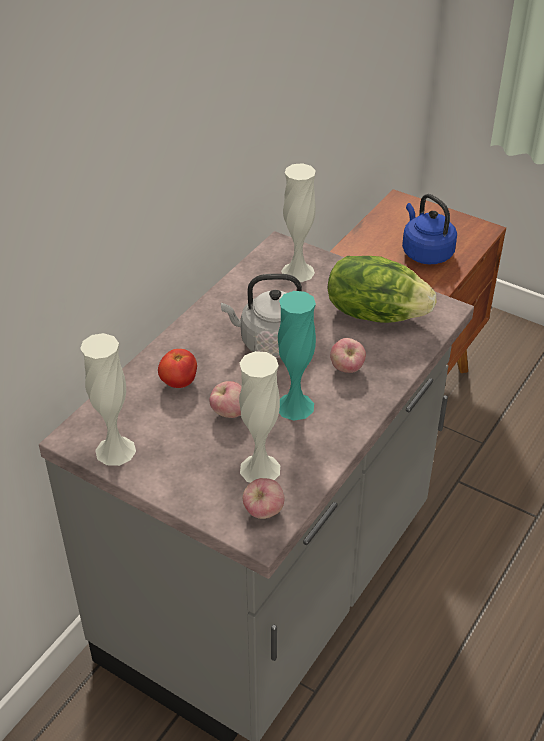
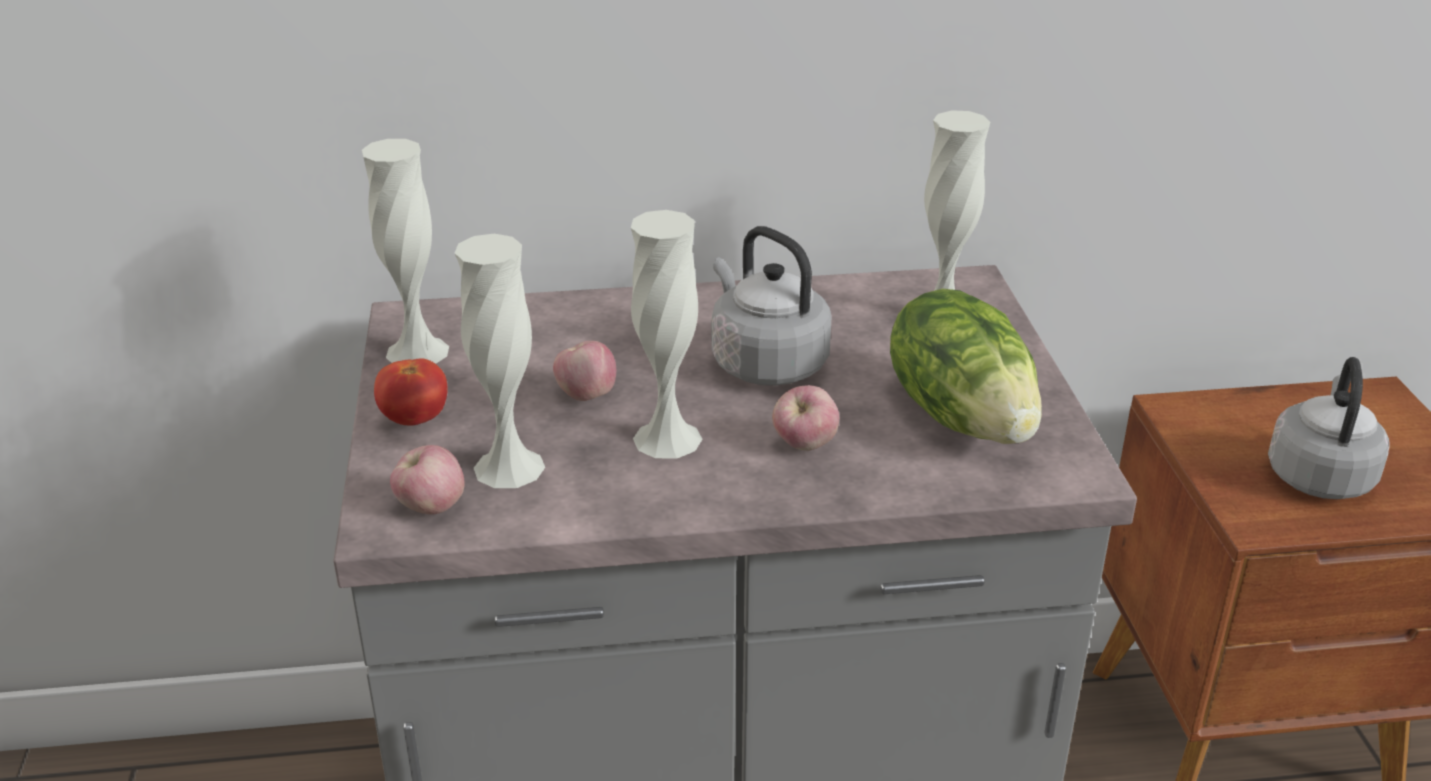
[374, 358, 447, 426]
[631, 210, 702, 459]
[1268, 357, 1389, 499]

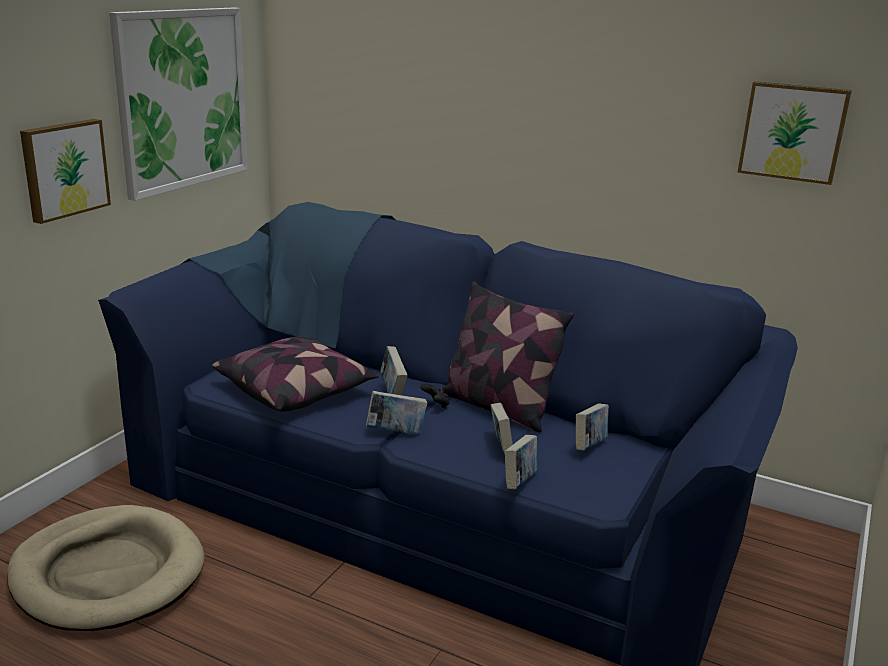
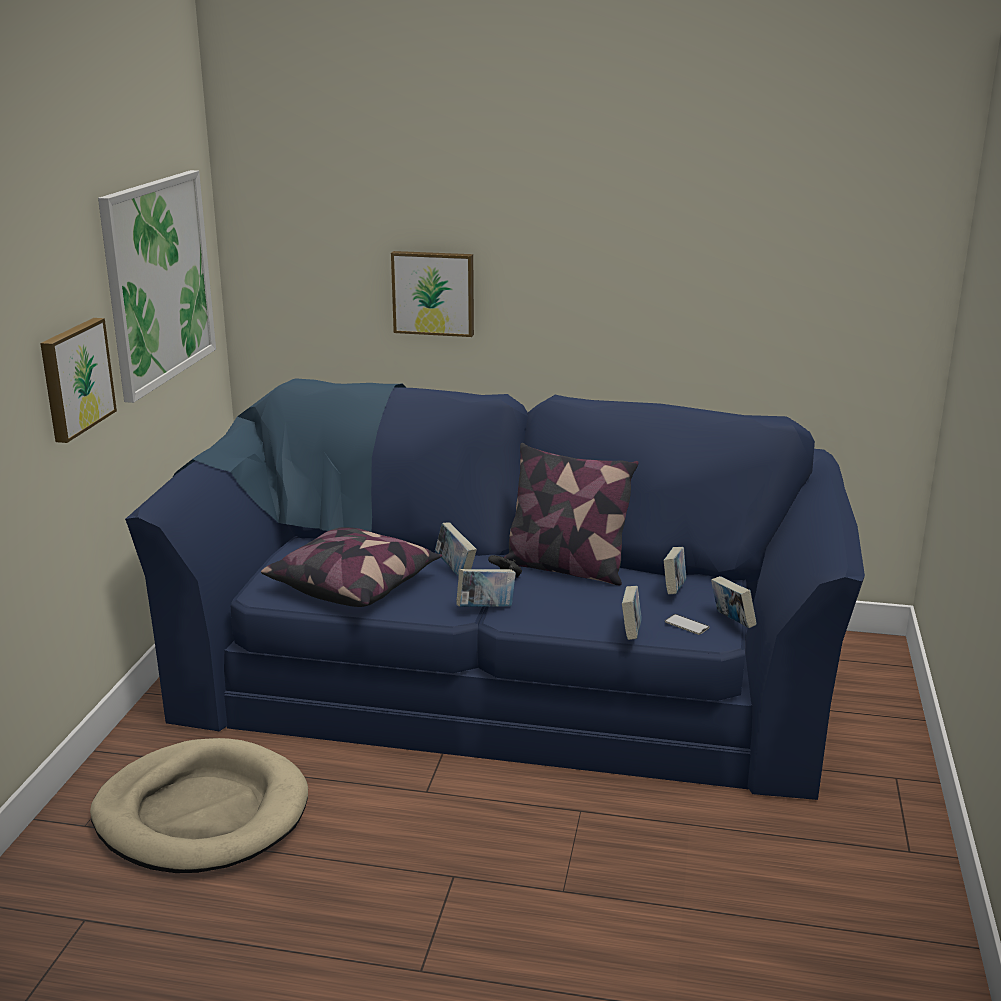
[391, 251, 474, 337]
[665, 614, 710, 635]
[711, 576, 757, 628]

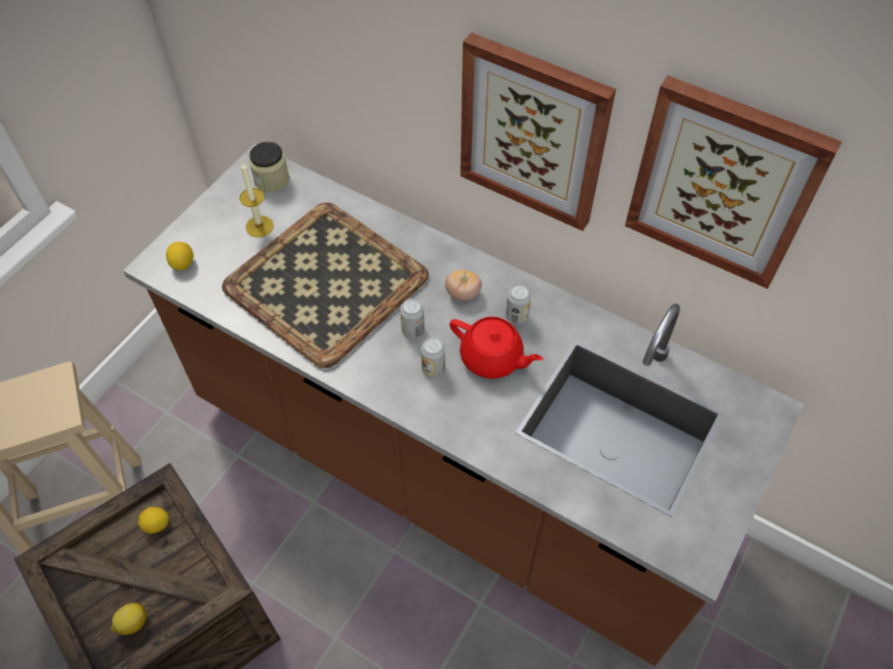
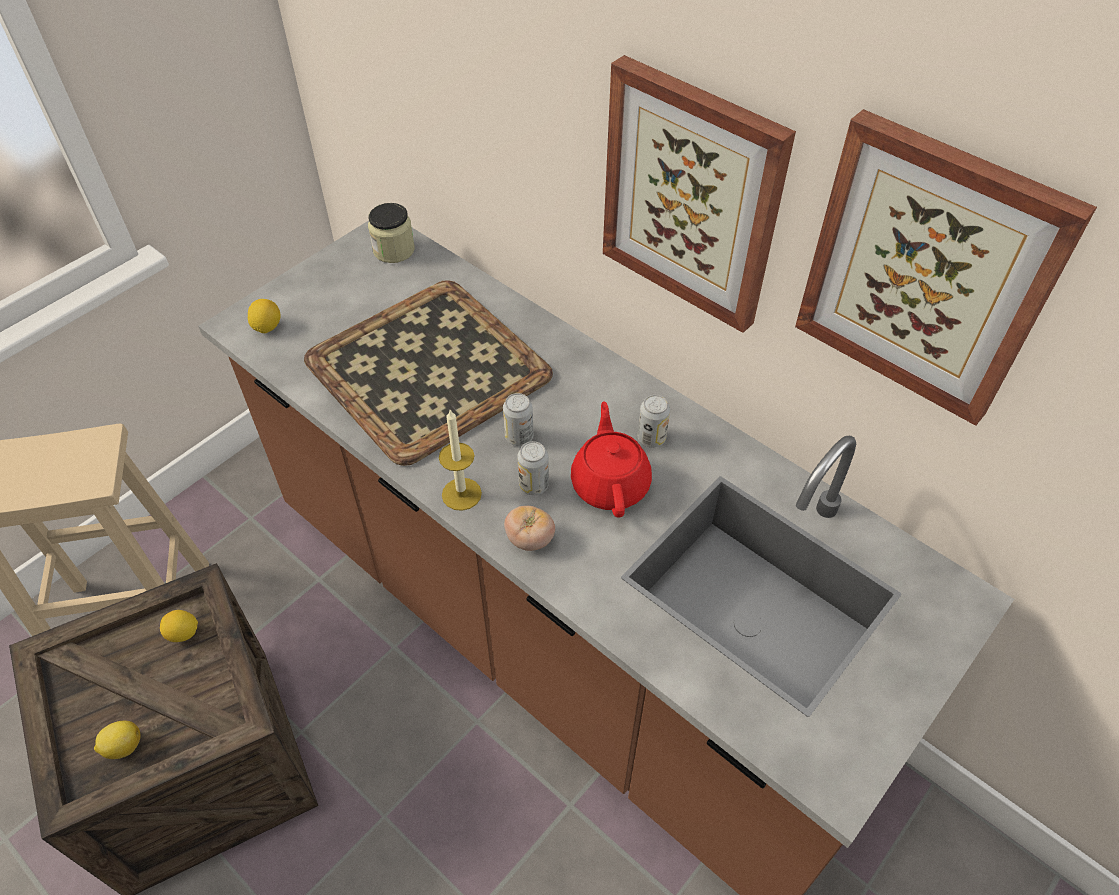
[439, 410, 482, 511]
[504, 506, 555, 551]
[571, 402, 652, 518]

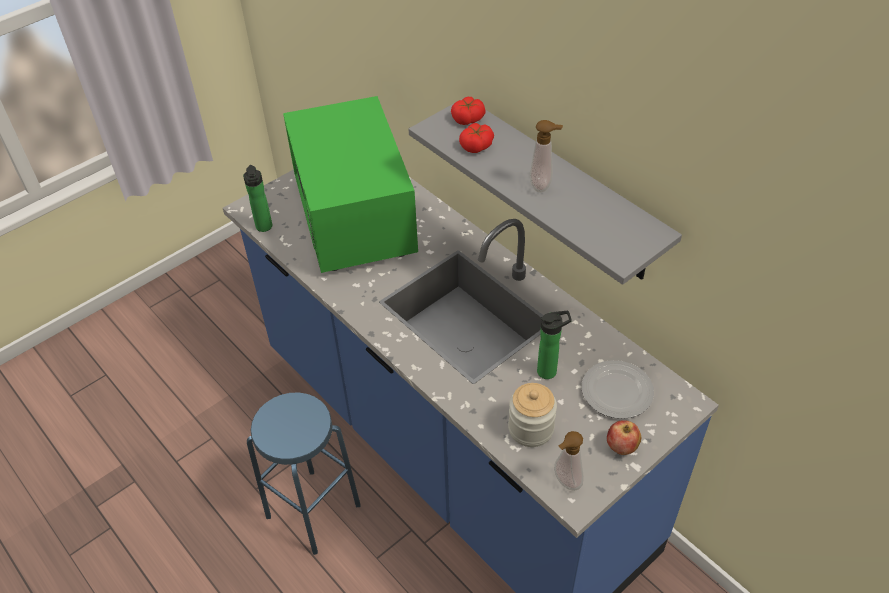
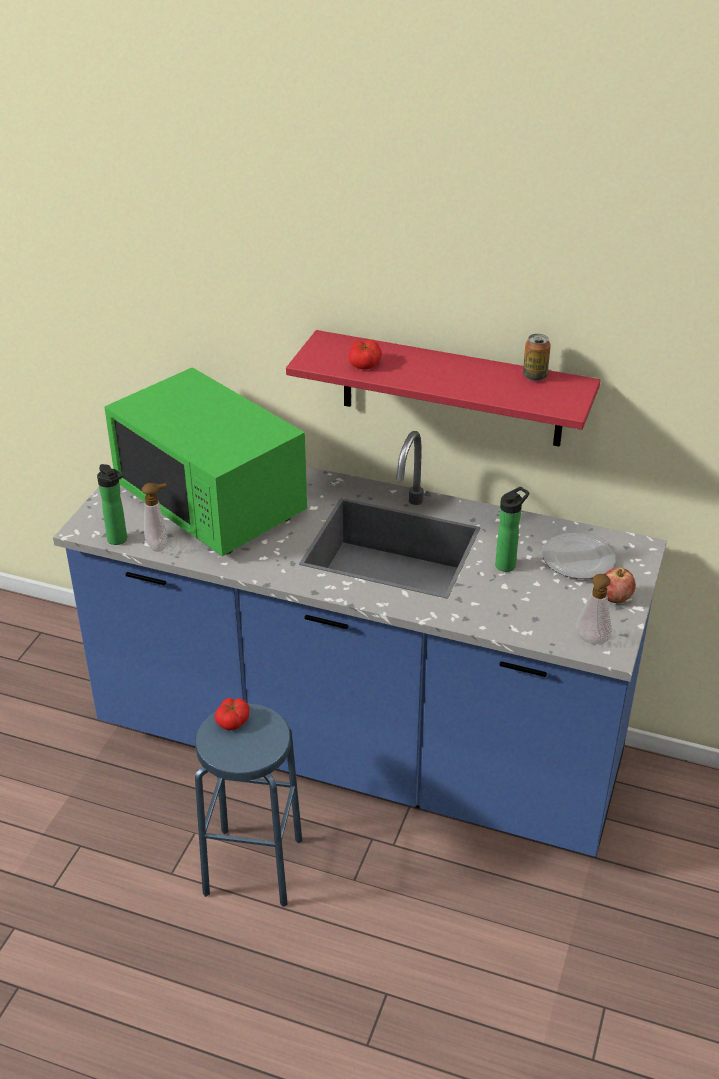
[142, 483, 168, 552]
[215, 698, 250, 730]
[286, 330, 601, 447]
[523, 334, 551, 381]
[508, 383, 557, 447] (first image)

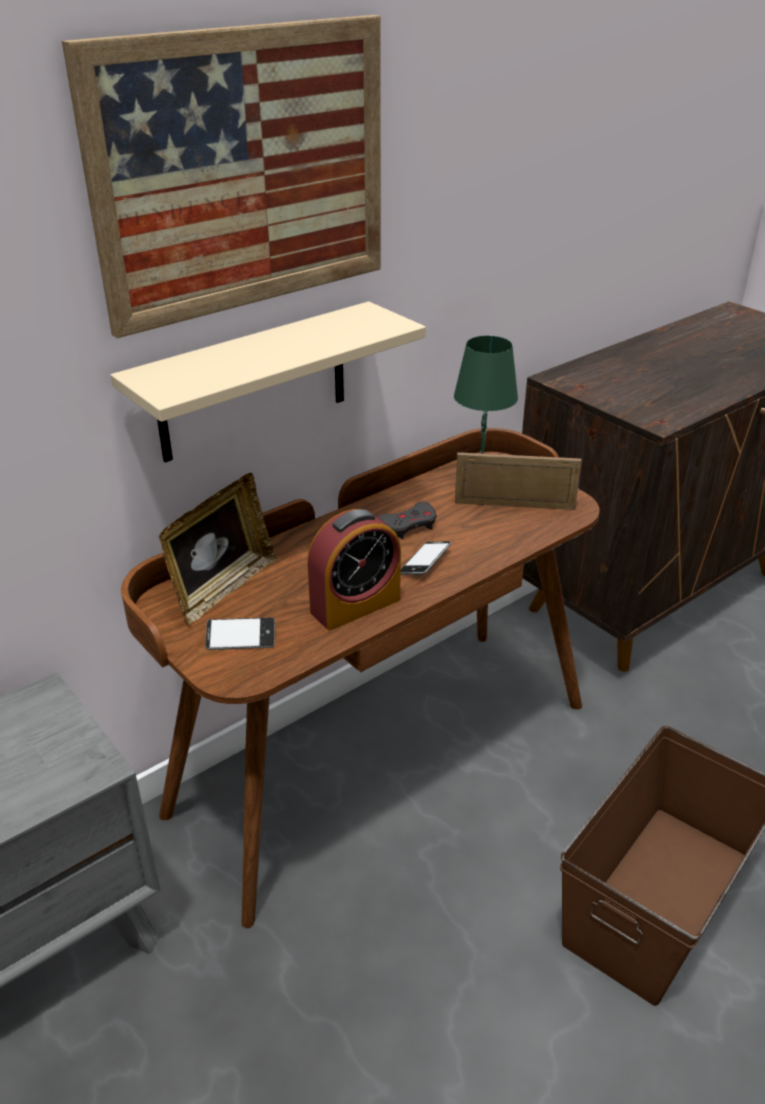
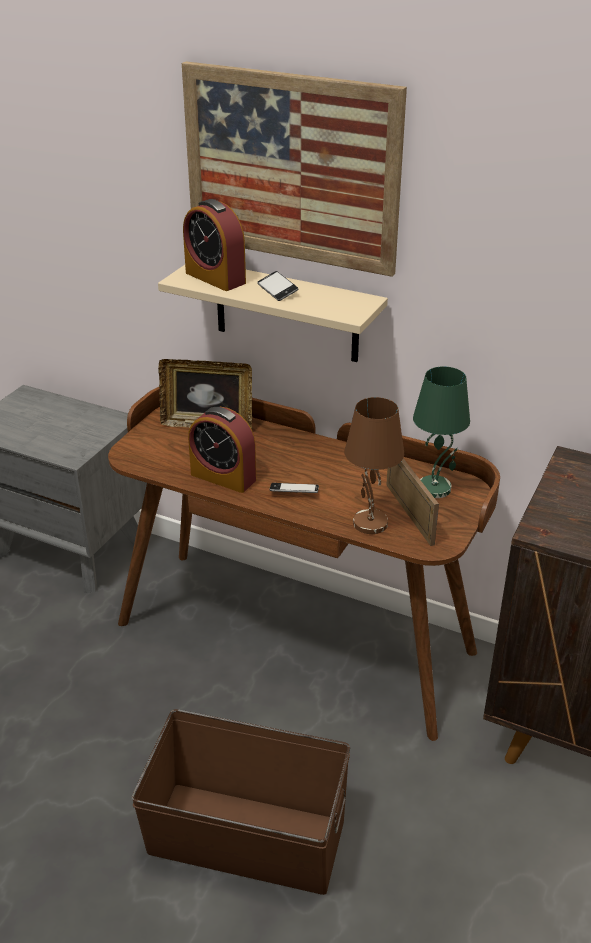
[183, 199, 246, 291]
[257, 271, 298, 301]
[344, 397, 404, 534]
[376, 502, 437, 539] (first image)

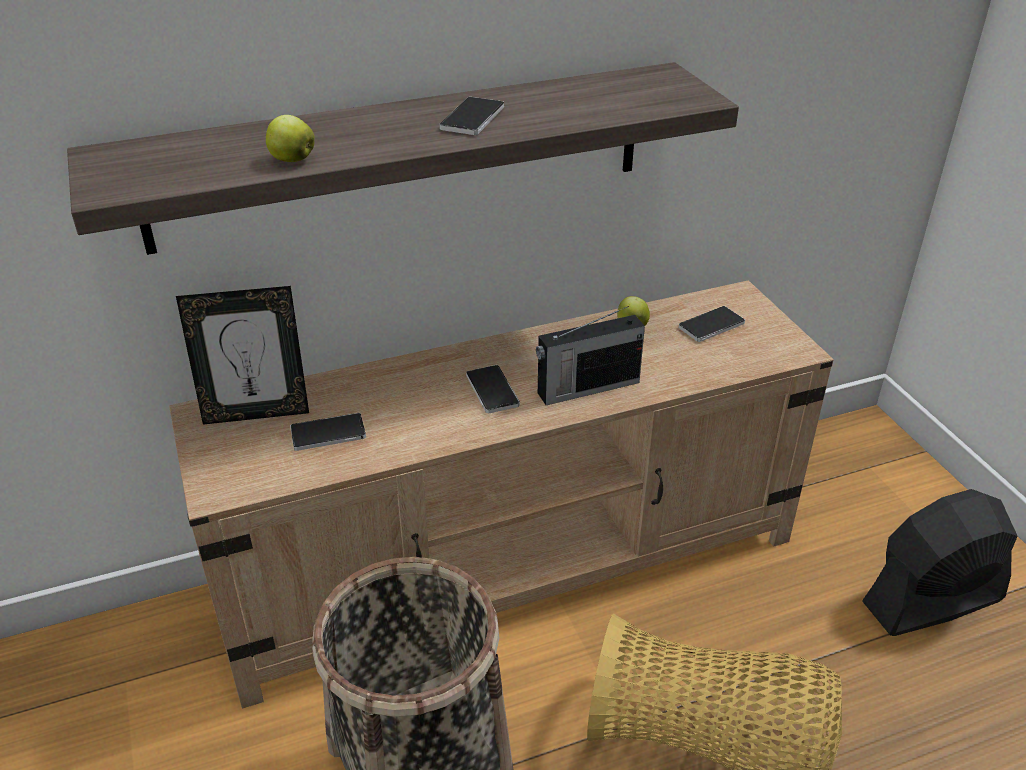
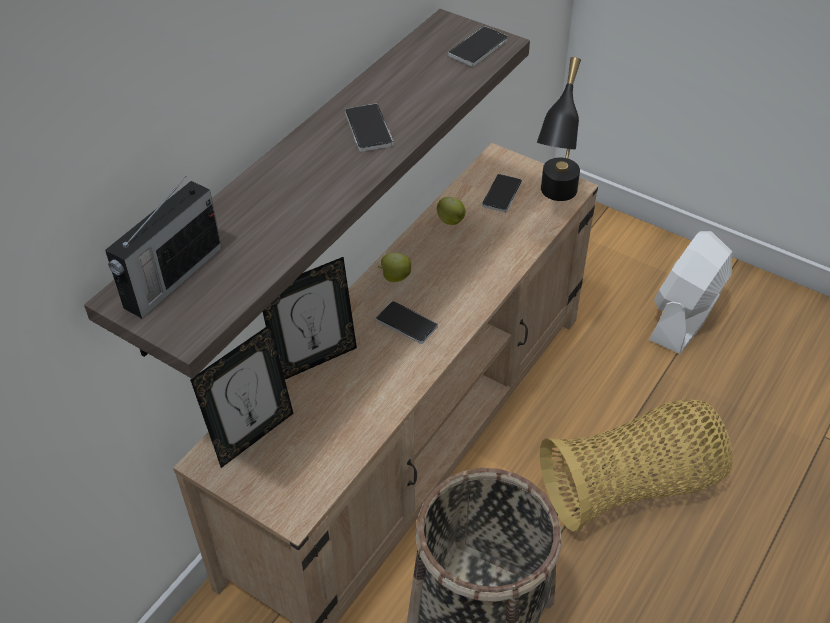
[105, 176, 222, 318]
[263, 257, 357, 379]
[378, 253, 411, 282]
[448, 26, 508, 67]
[537, 57, 581, 201]
[649, 231, 732, 354]

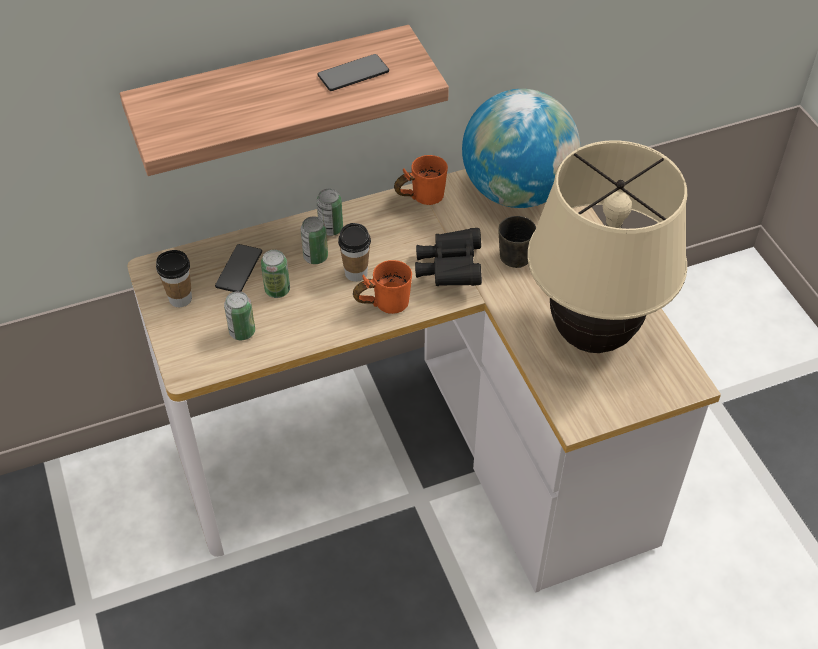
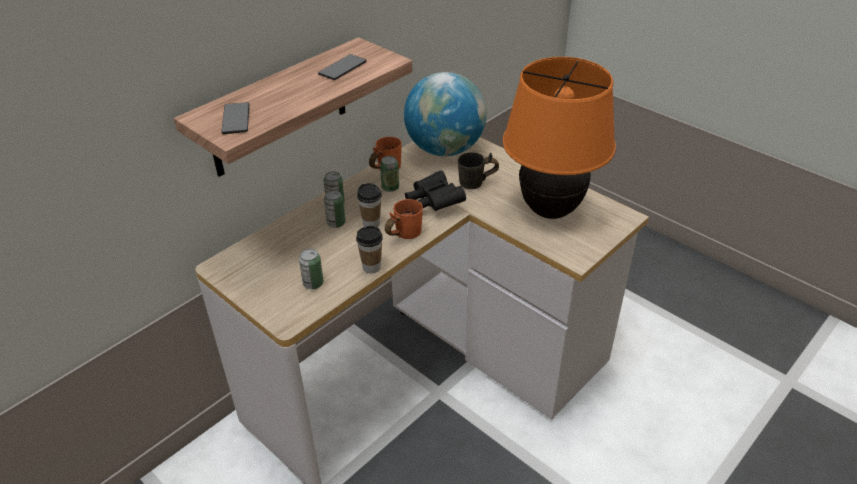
[221, 102, 249, 134]
[356, 226, 383, 273]
[380, 156, 399, 192]
[503, 57, 616, 219]

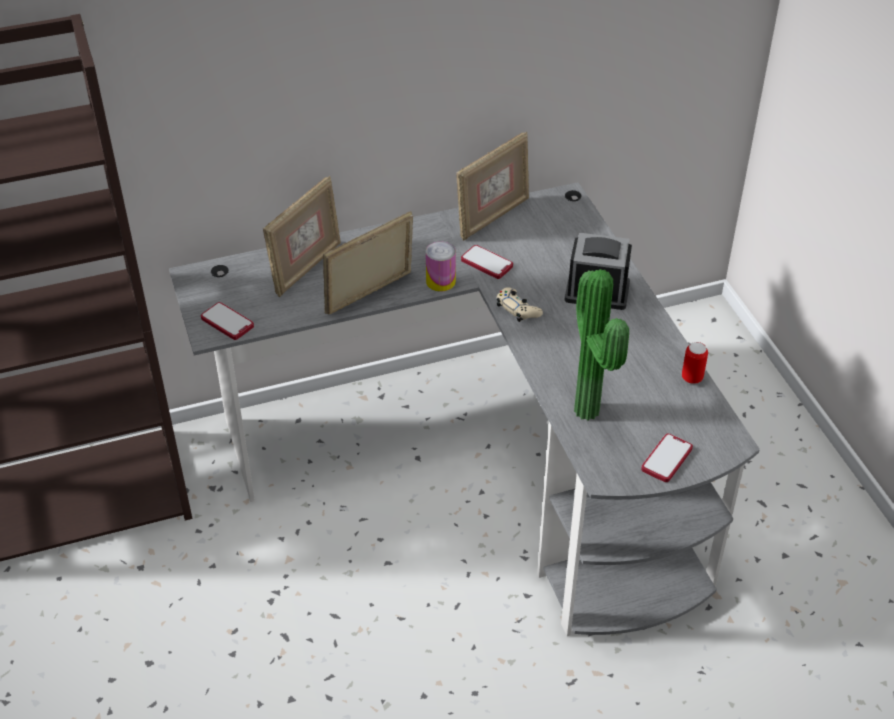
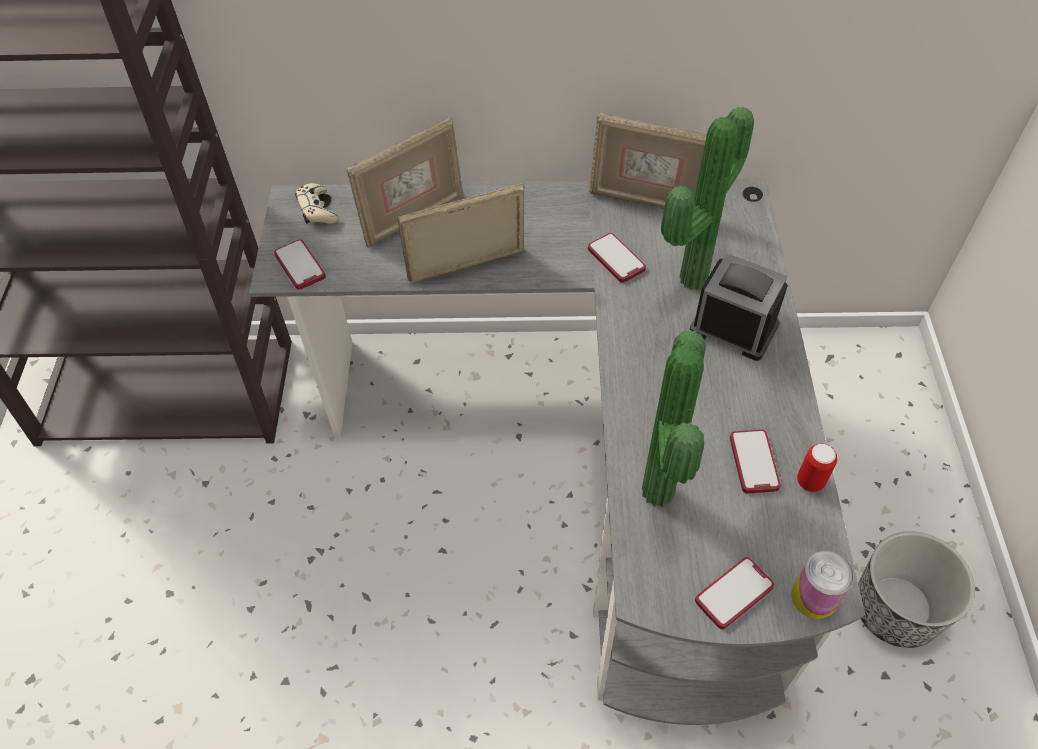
[295, 183, 338, 224]
[589, 113, 707, 209]
[661, 107, 754, 290]
[730, 430, 781, 493]
[791, 551, 854, 619]
[858, 531, 975, 648]

